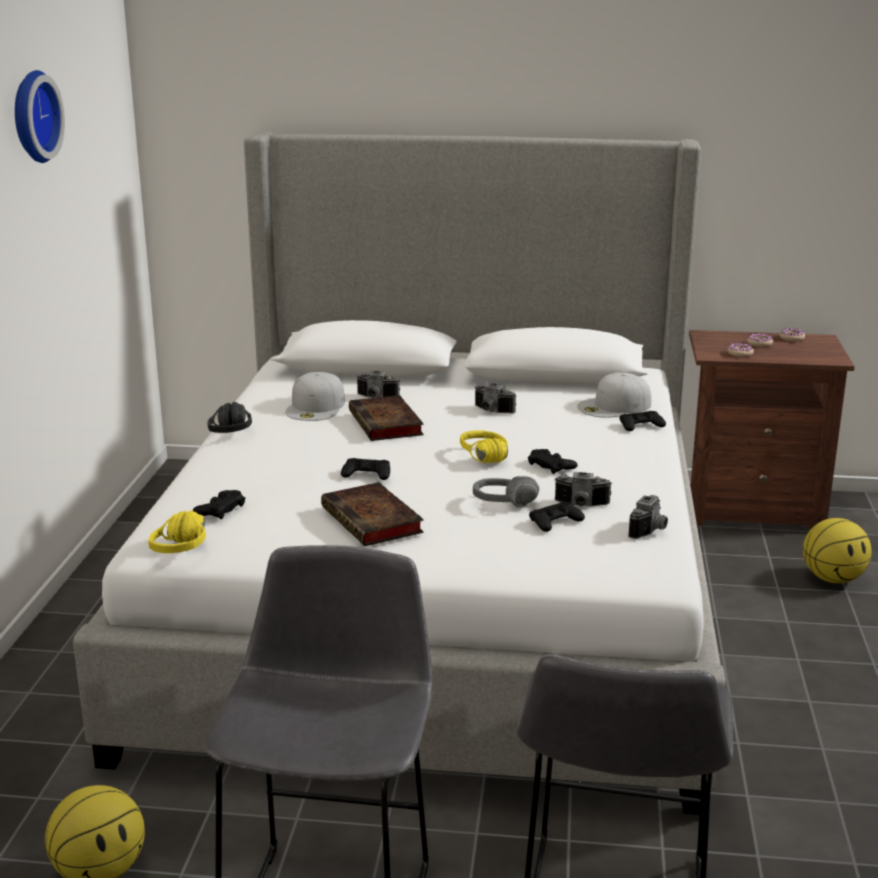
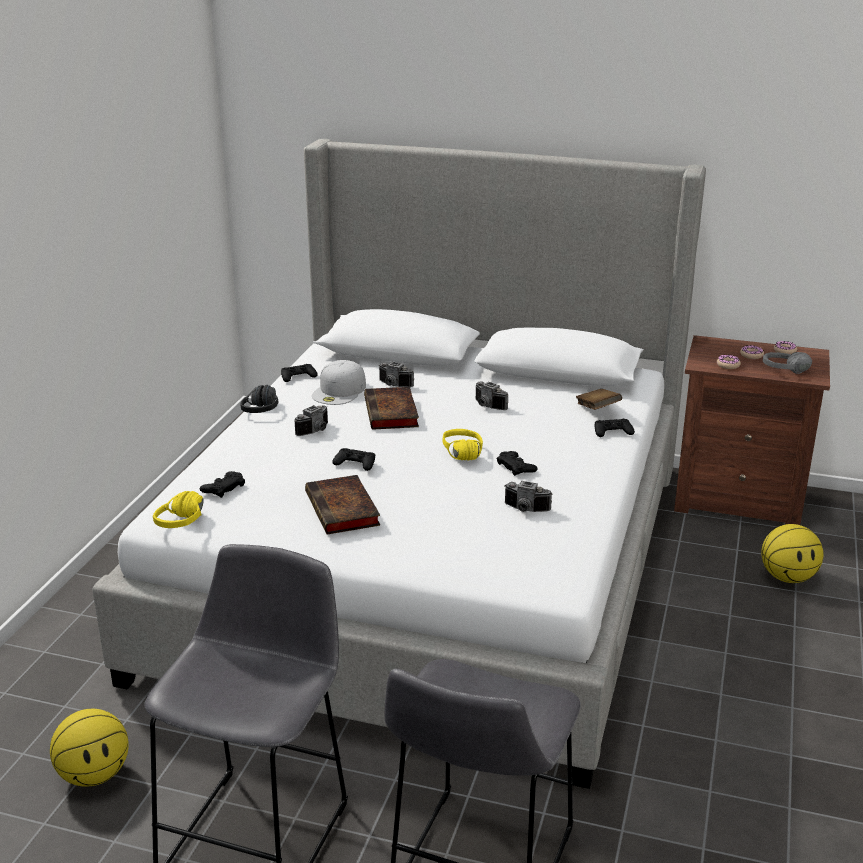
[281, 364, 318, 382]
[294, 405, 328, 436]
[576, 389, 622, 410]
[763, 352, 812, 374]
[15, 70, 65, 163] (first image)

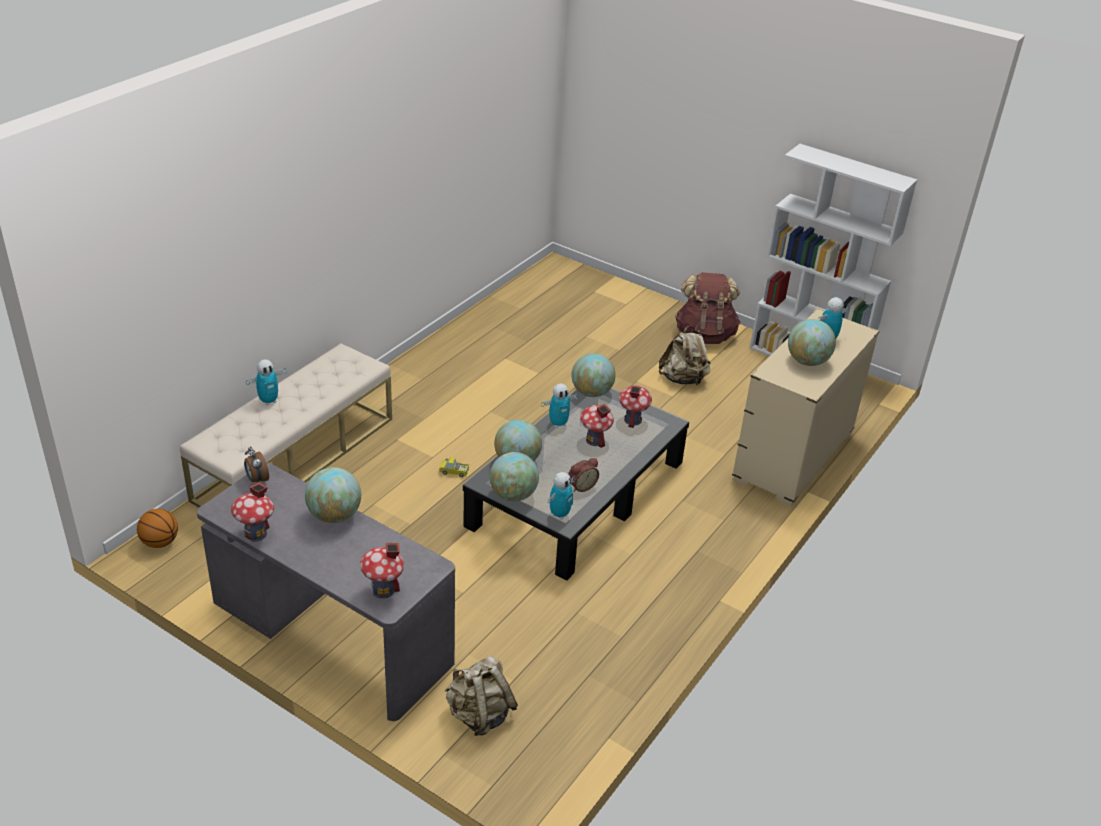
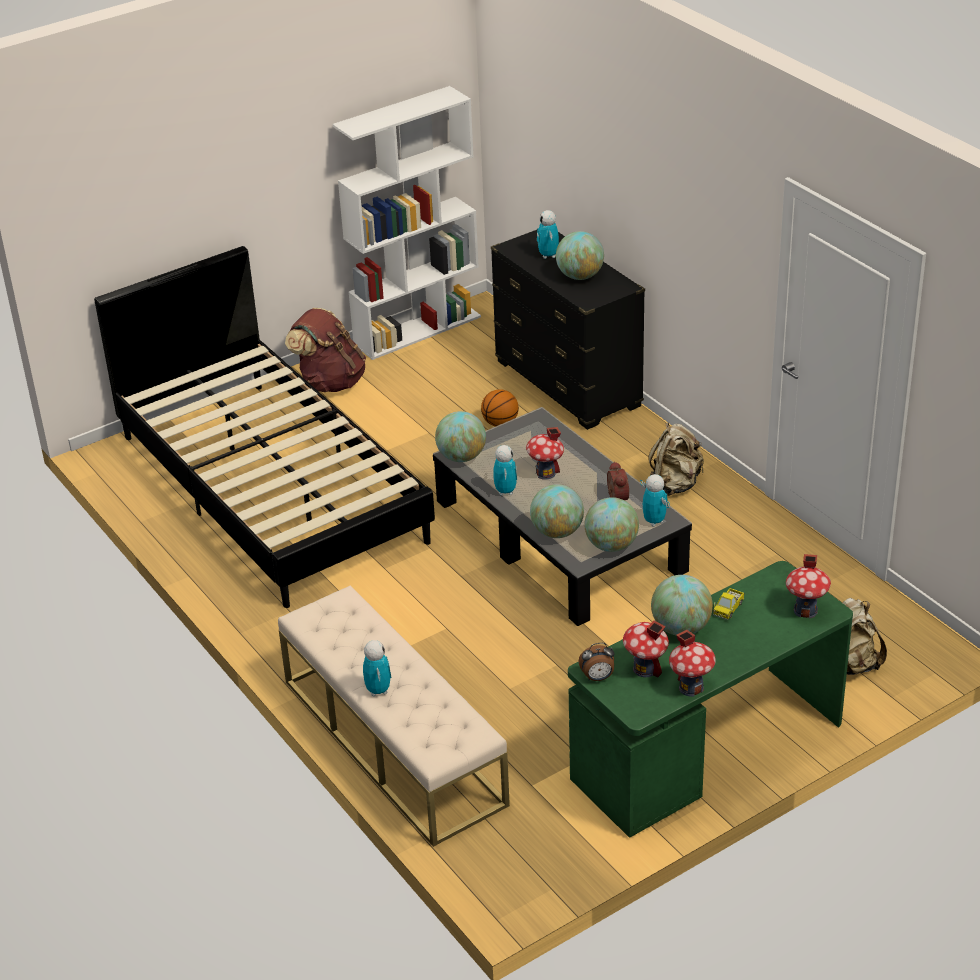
[94, 246, 435, 608]
[481, 389, 519, 427]
[491, 230, 645, 430]
[568, 561, 853, 838]
[623, 620, 669, 677]
[648, 423, 704, 496]
[713, 588, 745, 620]

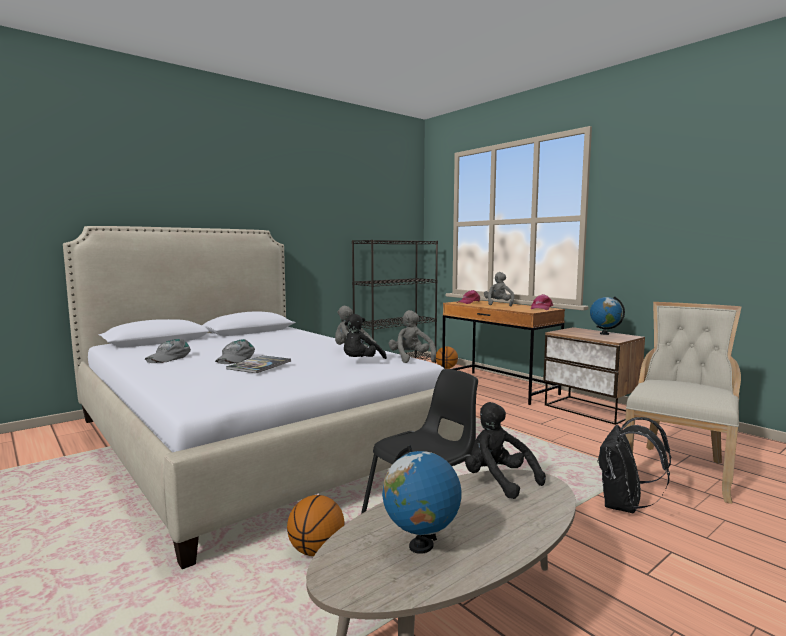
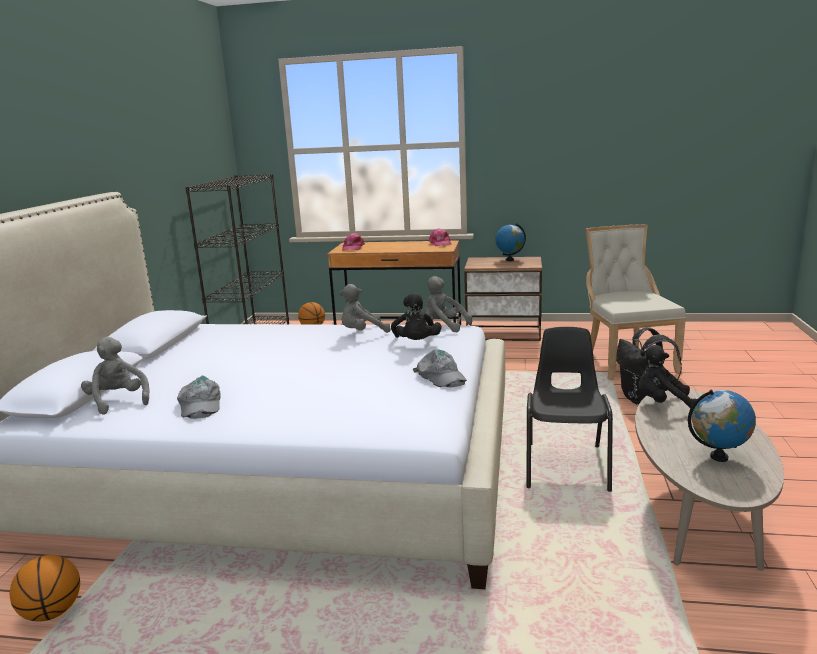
[10, 555, 80, 622]
[81, 337, 150, 415]
[413, 349, 467, 387]
[226, 355, 291, 373] (first image)

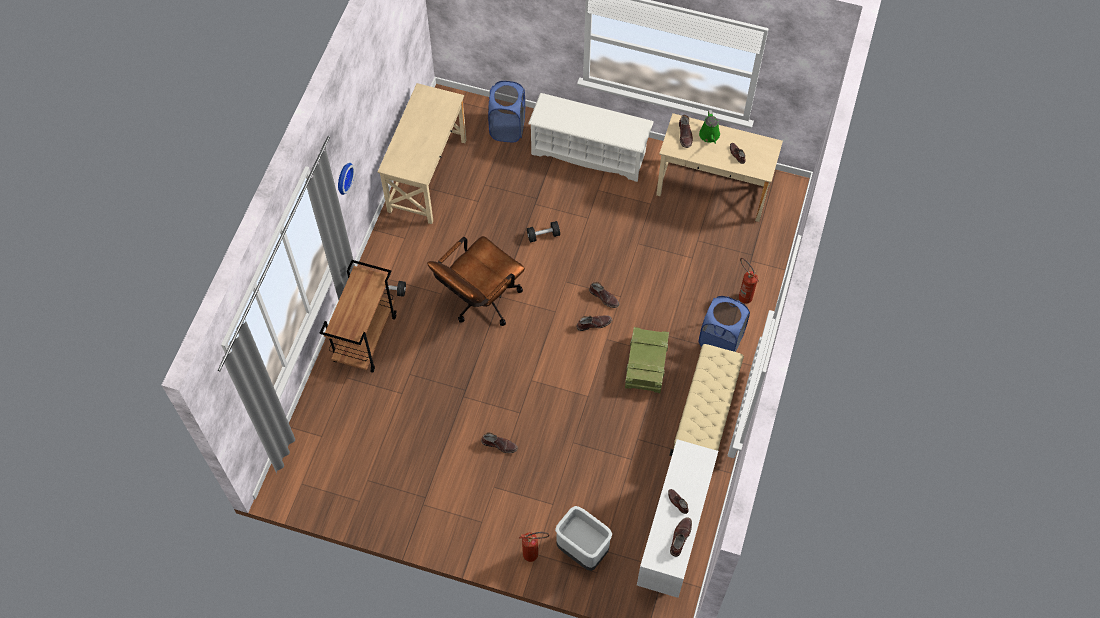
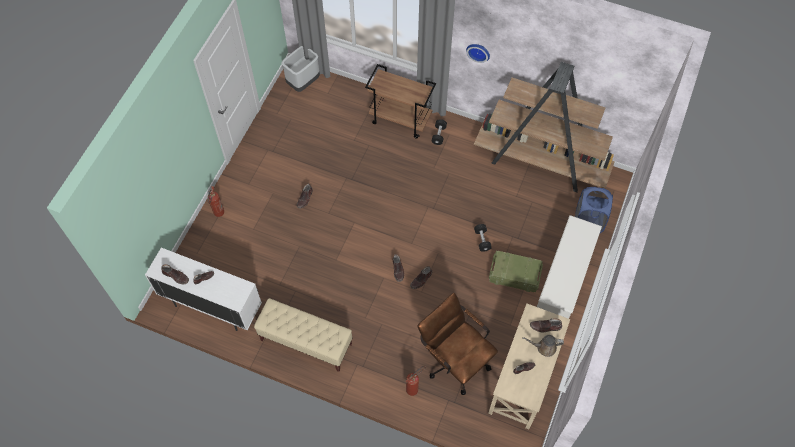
[282, 46, 320, 92]
[418, 293, 498, 395]
[474, 62, 615, 192]
[489, 251, 543, 292]
[522, 335, 564, 357]
[698, 296, 750, 352] (first image)

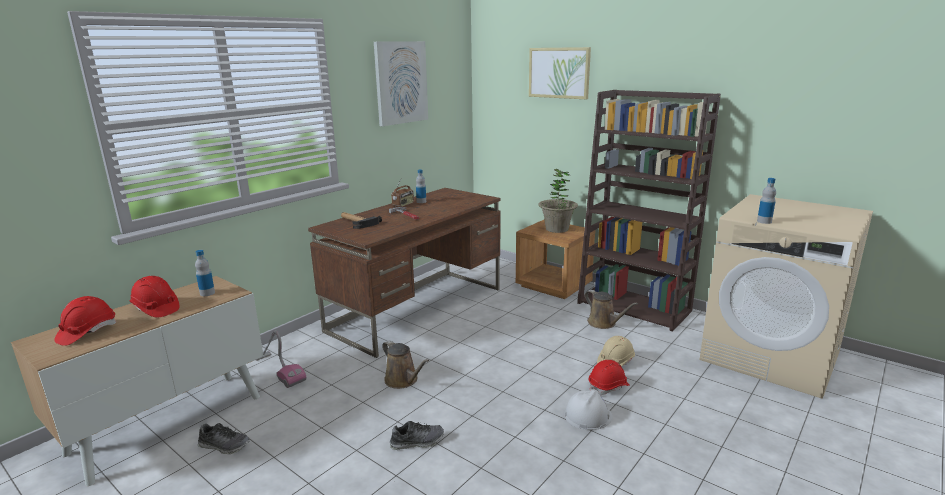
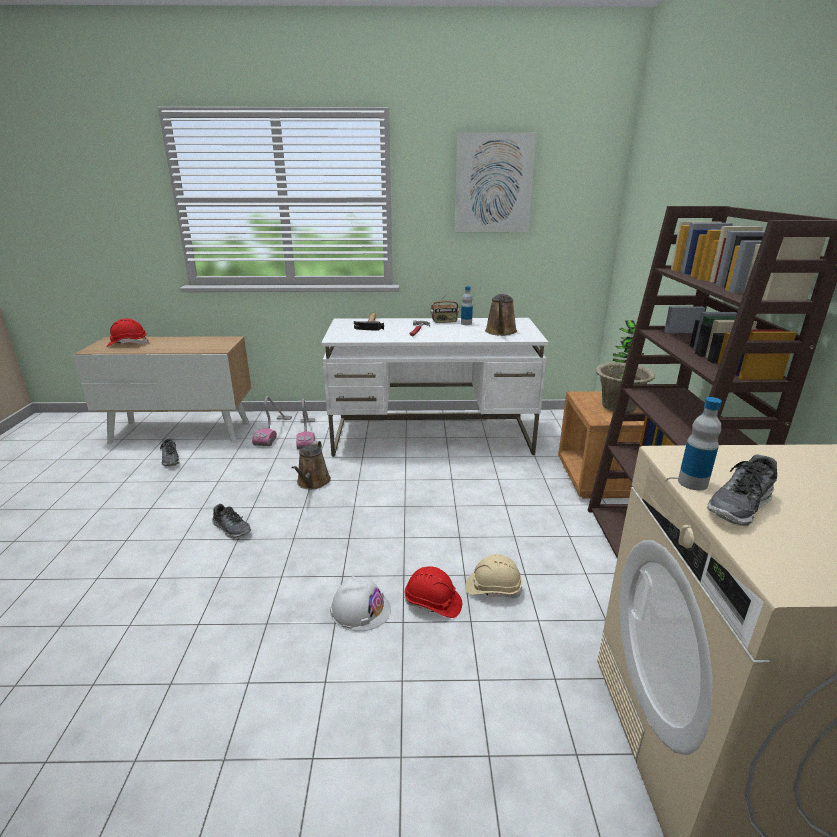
[296, 399, 315, 450]
[321, 318, 548, 457]
[485, 294, 517, 336]
[707, 455, 777, 526]
[130, 276, 180, 318] (first image)
[195, 250, 215, 296] (first image)
[529, 47, 591, 99] (first image)

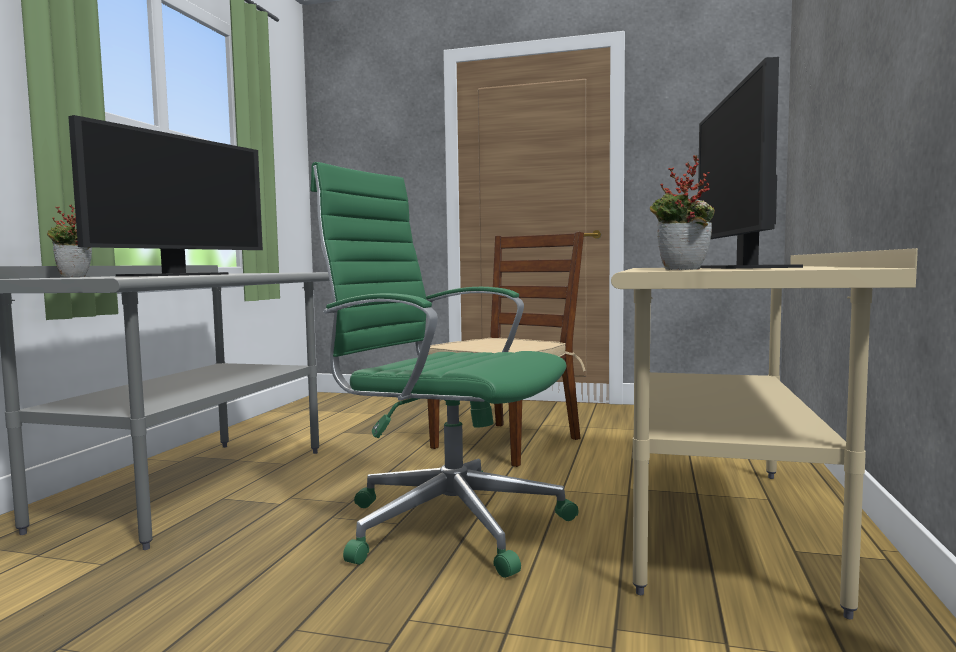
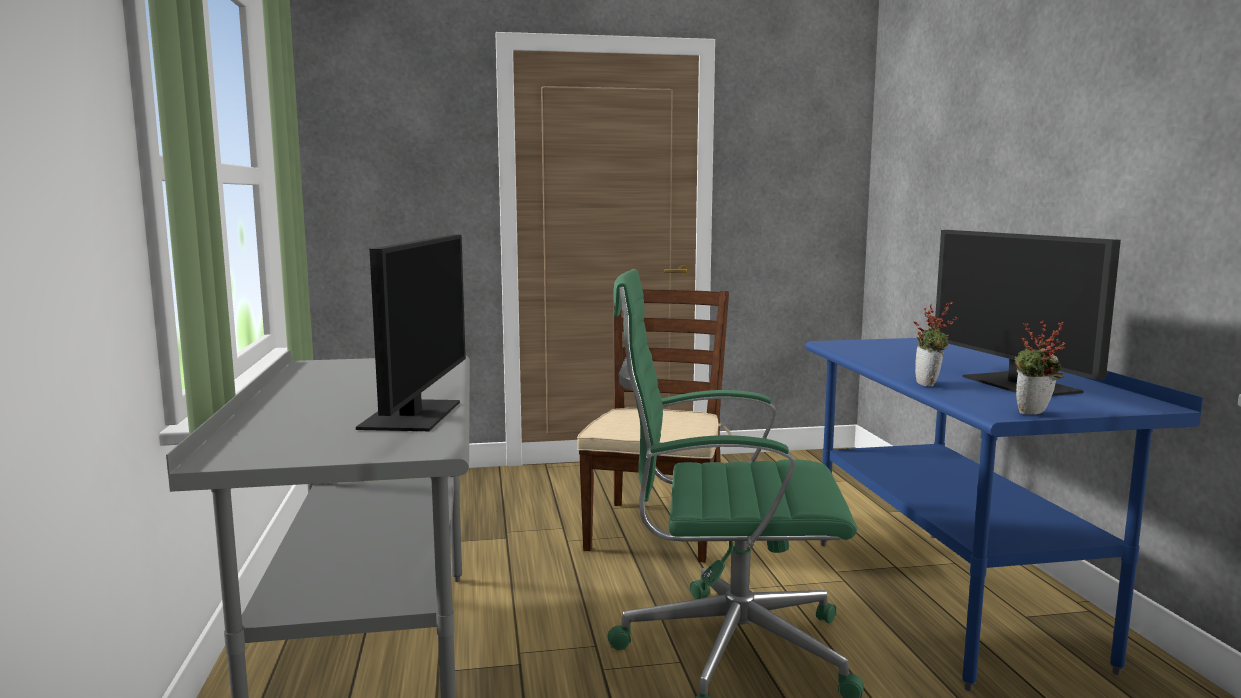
[805, 338, 1203, 691]
[914, 302, 958, 387]

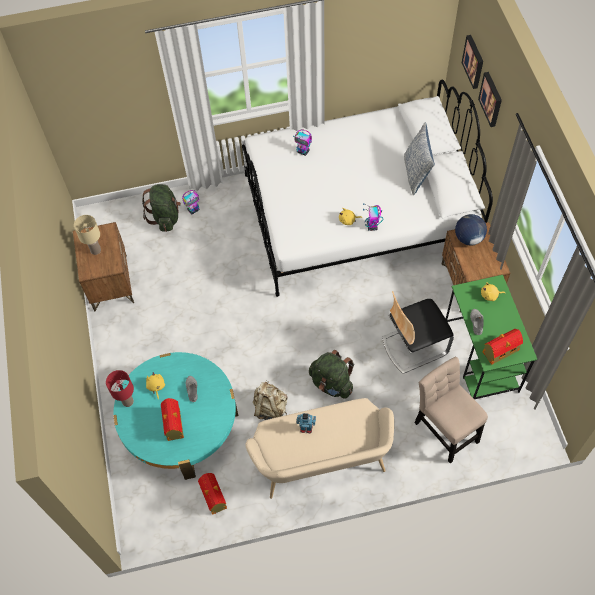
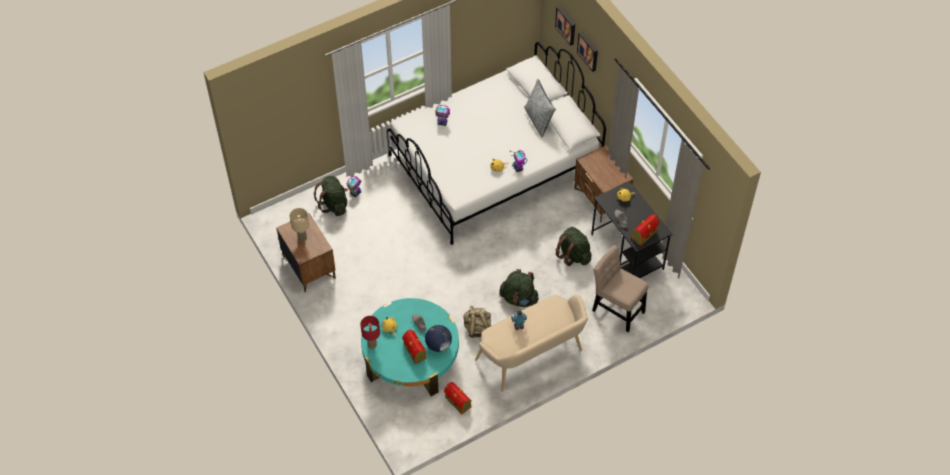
[425, 325, 452, 352]
[555, 227, 591, 266]
[591, 181, 672, 278]

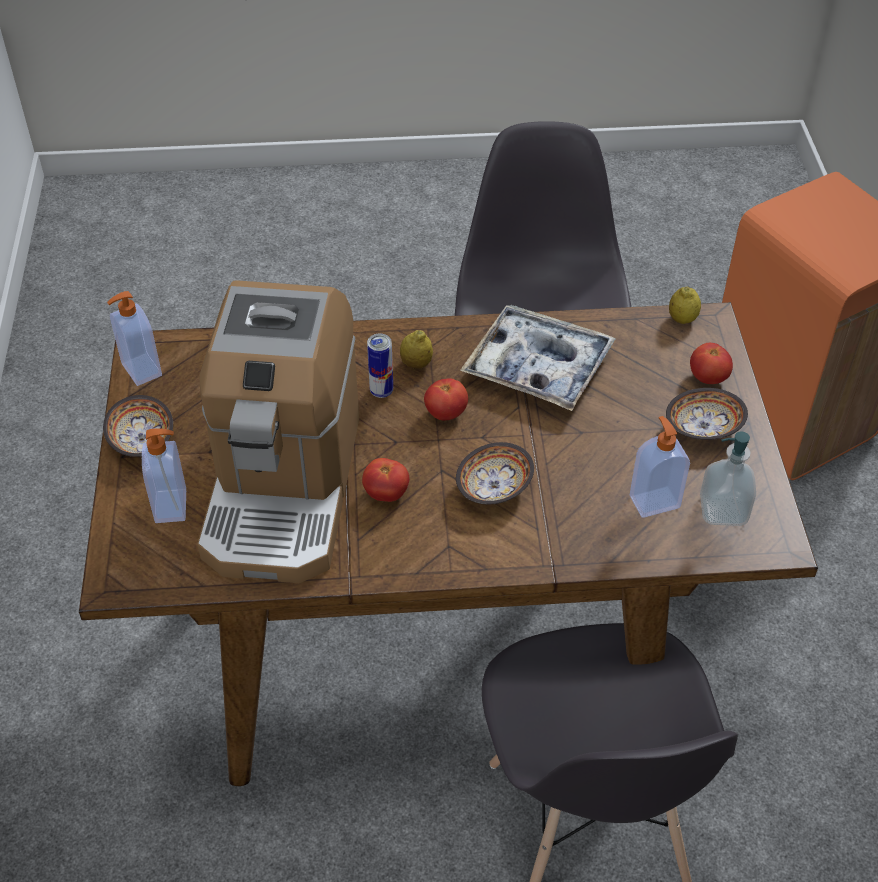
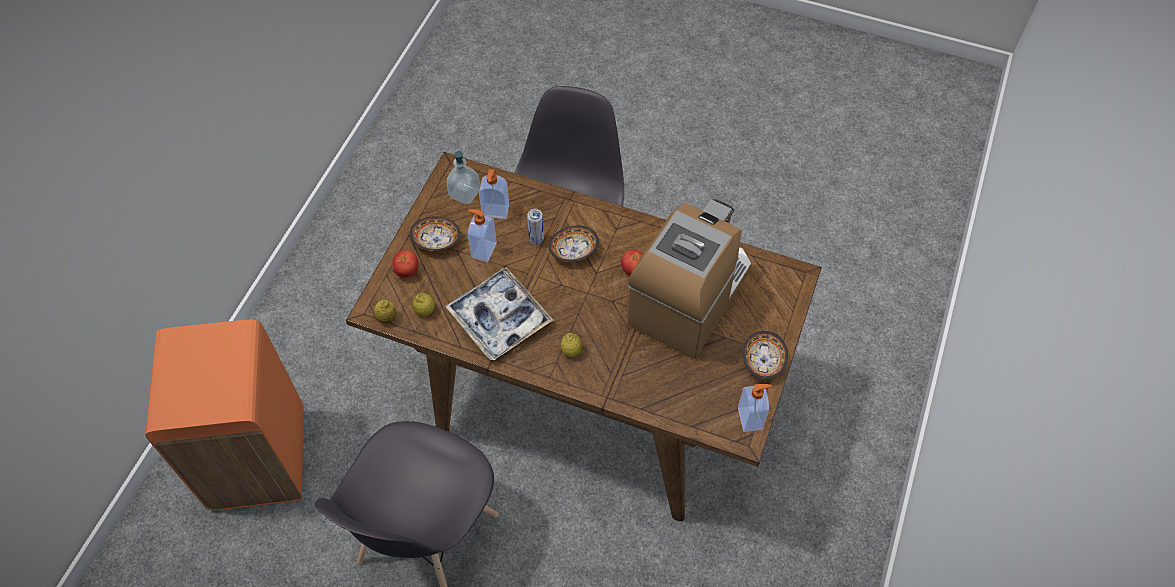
[412, 293, 435, 316]
[468, 209, 497, 262]
[527, 209, 544, 245]
[424, 378, 468, 420] (first image)

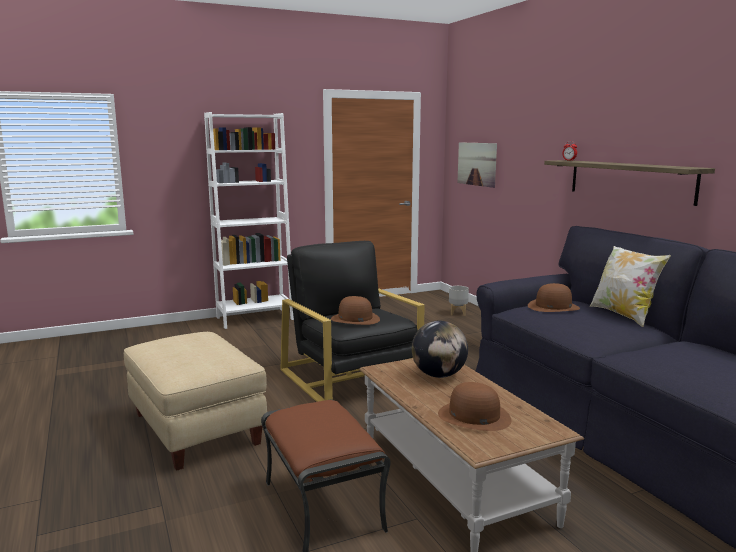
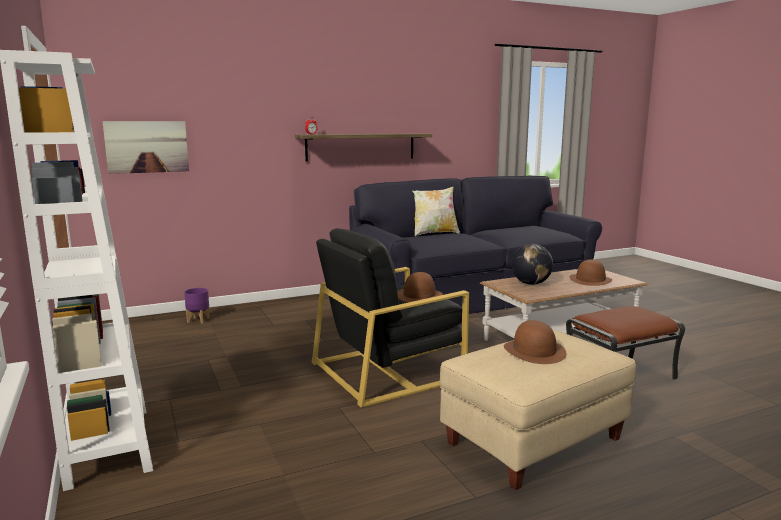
[184, 288, 210, 324]
[504, 320, 566, 364]

